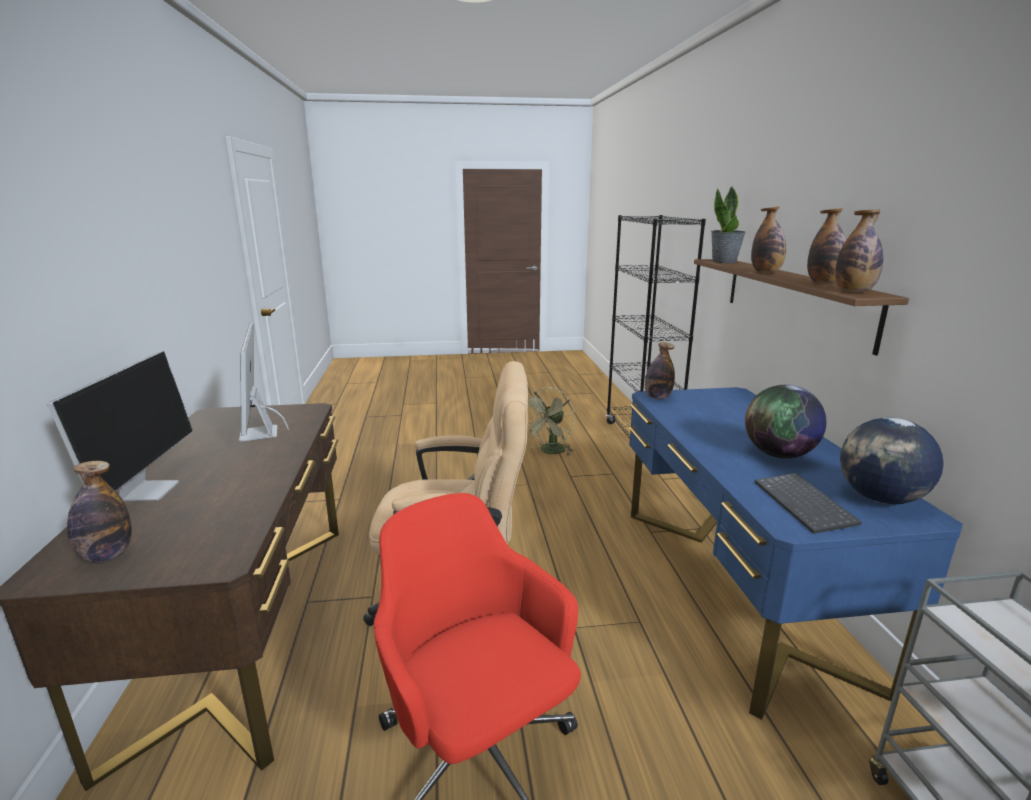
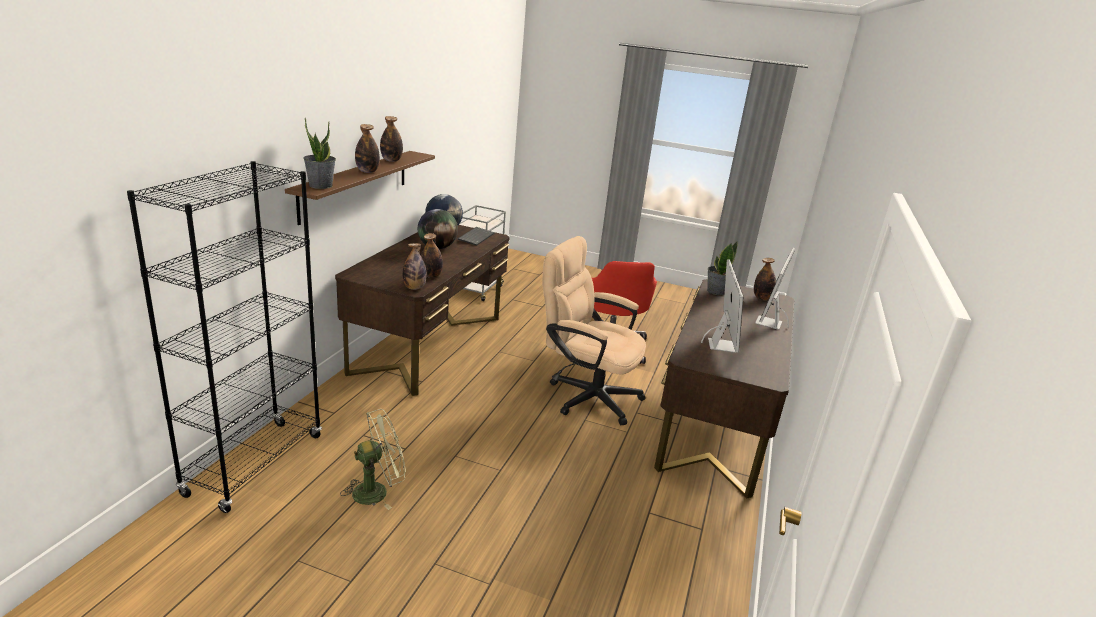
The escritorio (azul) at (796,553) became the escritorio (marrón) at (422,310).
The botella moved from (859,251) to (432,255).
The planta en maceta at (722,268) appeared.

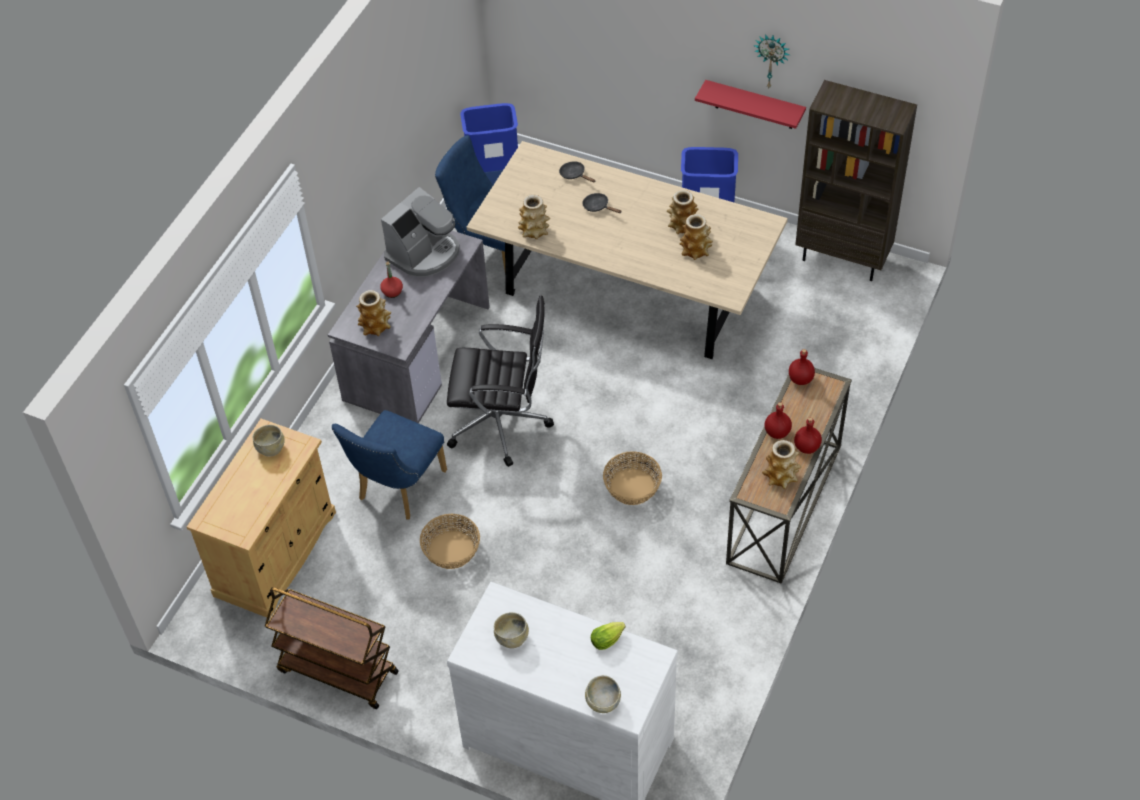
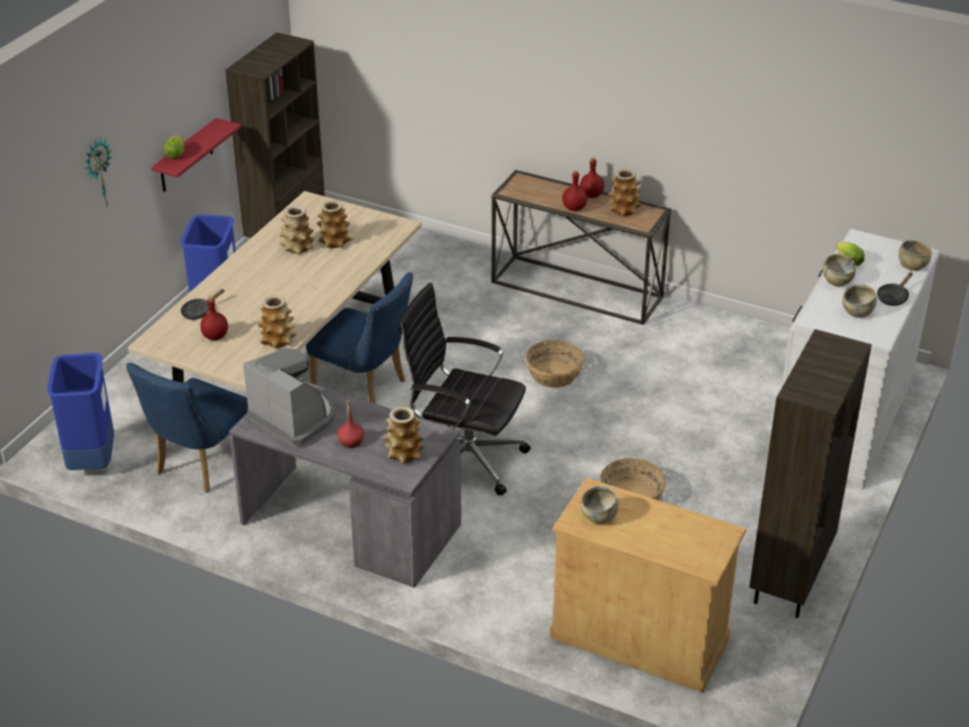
The reloj de pared moved from (771,61) to (98,173).
The lechuga at (173,147) appeared.
The botella (rojo) moved from (802,367) to (214,318).
The silla (azul) moved from (389,464) to (359,338).
The silla de oficina (negro) at (500,381) turned 75 degrees counterclockwise.
The carrito (marrón) at (332,648) was replaced by the estantería (marrón) at (810,473).
The cuenco (beis) at (839,269) appeared.
The sartén (negro) moved from (602,203) to (895,289).

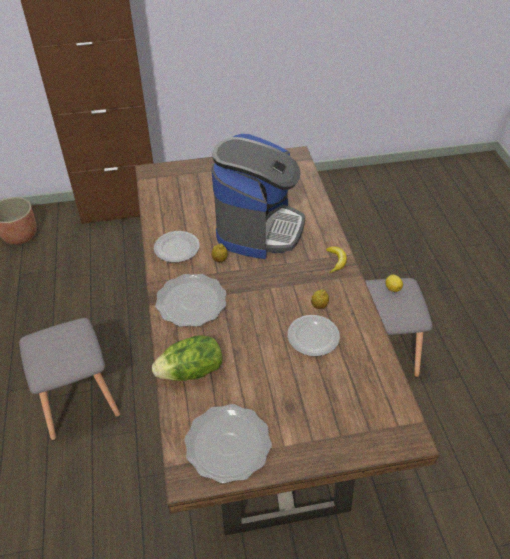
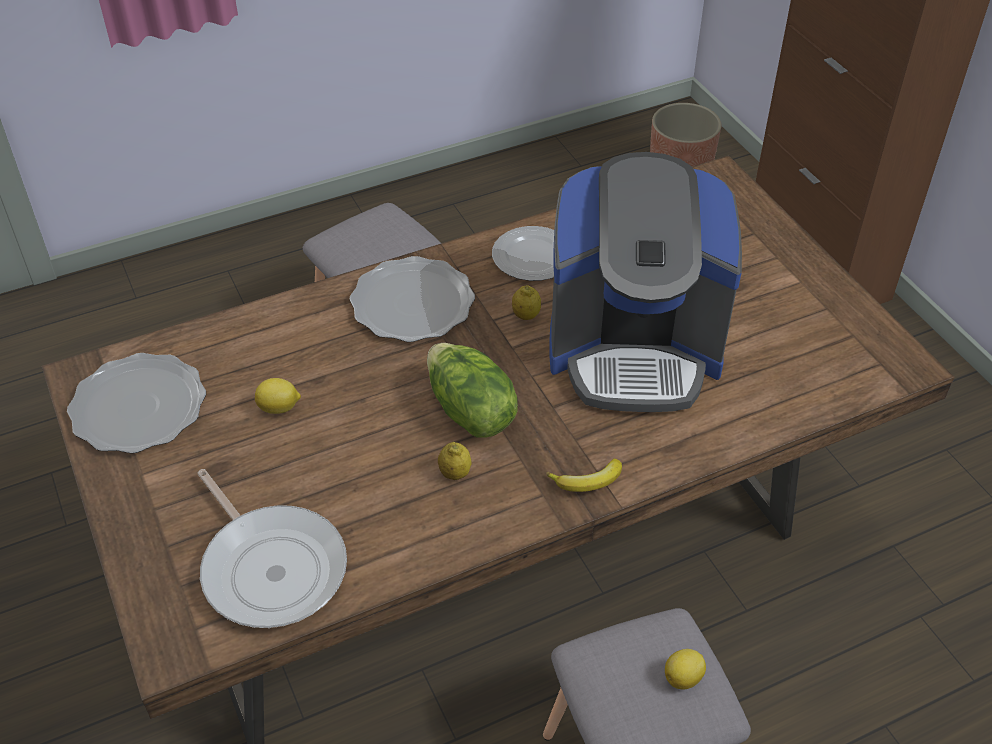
The sartén at (272,548) appeared.
The limón at (278,396) appeared.
The lechuga moved from (187,358) to (472,390).
The plato at (314,335) disappeared.

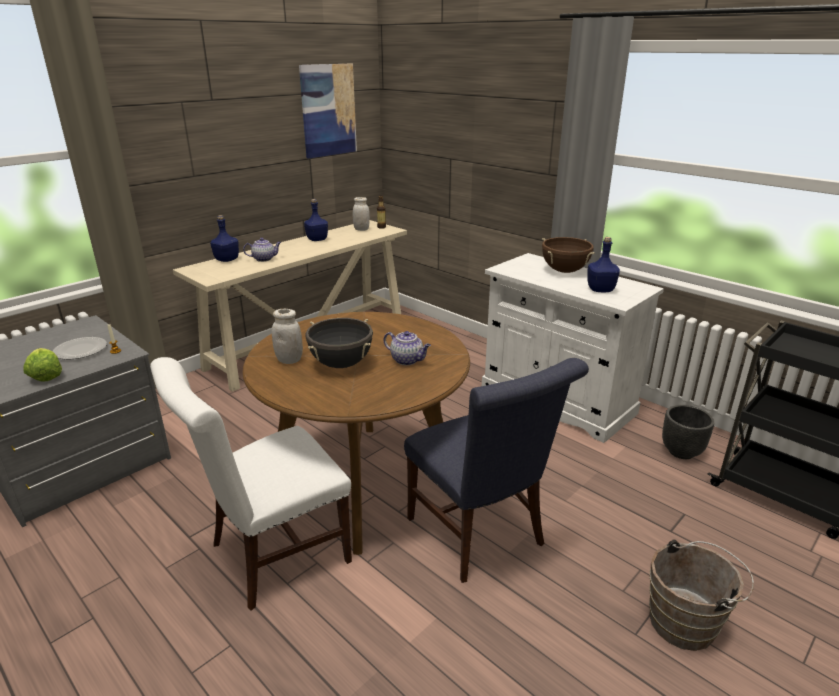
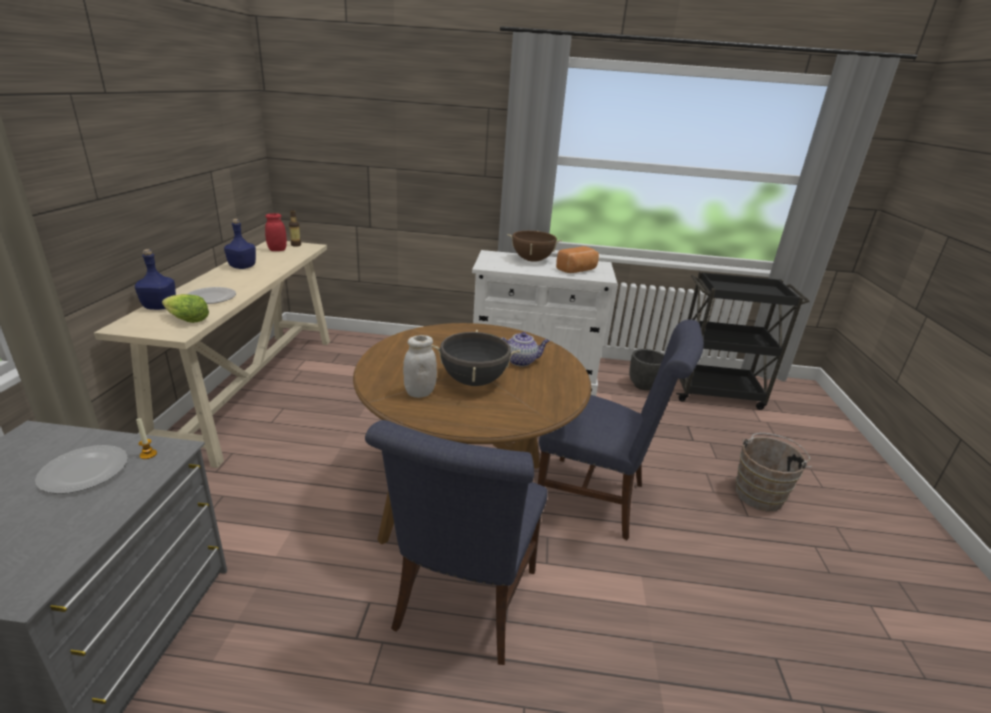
The lechuga moved from (43,365) to (185,308).
The tetera at (262,250) was replaced by the plato at (212,295).
The tarro (blanco) at (361,214) became the tarro (rojo) at (276,232).
The silla (blanco) at (251,484) became the silla (azul) at (456,542).
The botella (azul) at (603,264) was replaced by the pan at (577,259).
The cuadro at (328,111) disappeared.

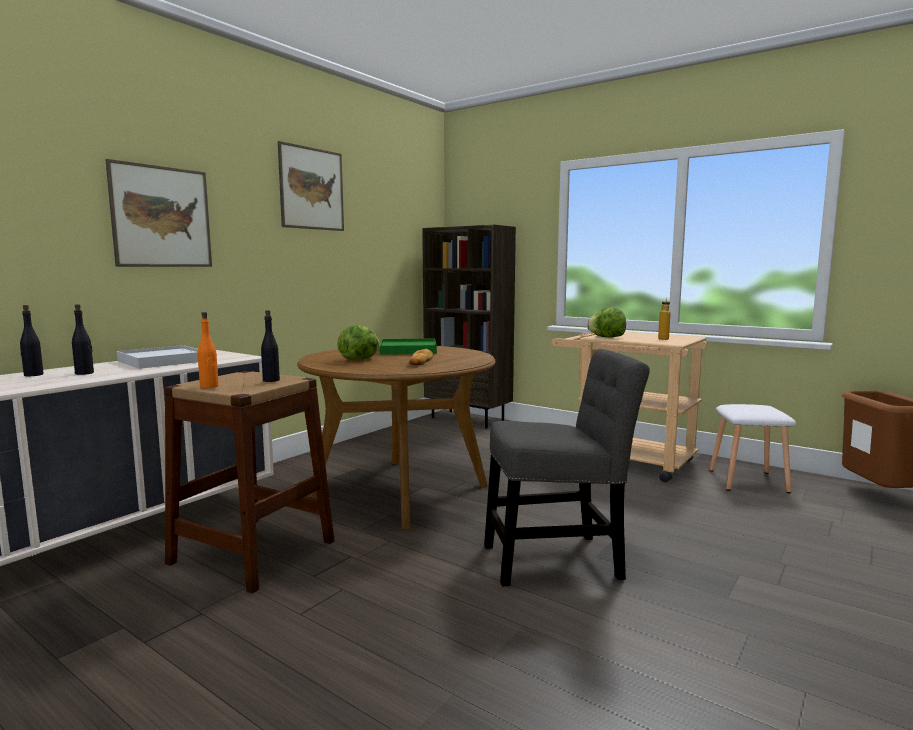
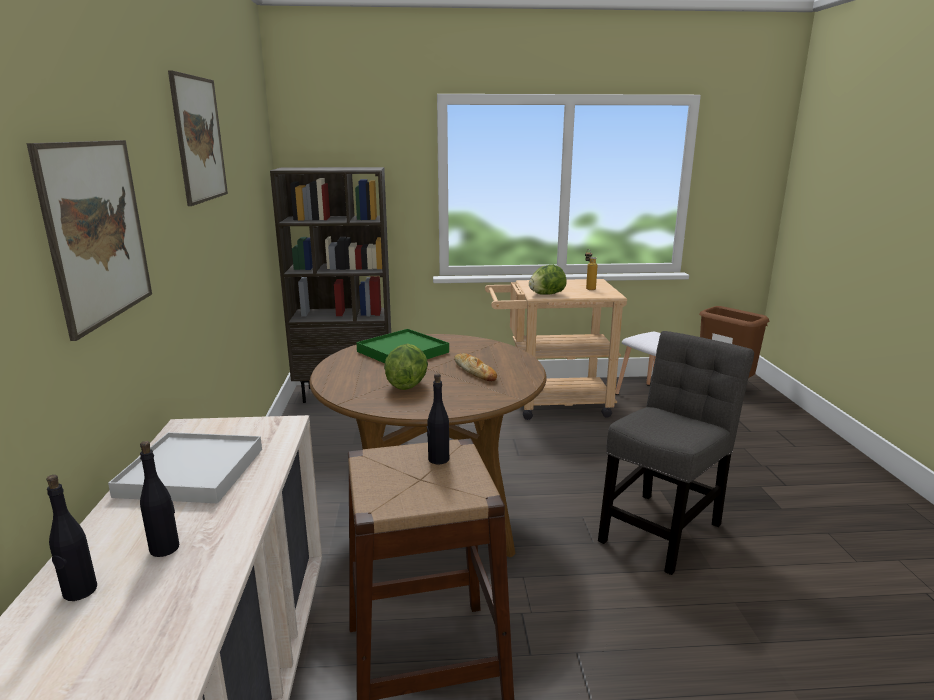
The botella (naranja) at (208,350) disappeared.

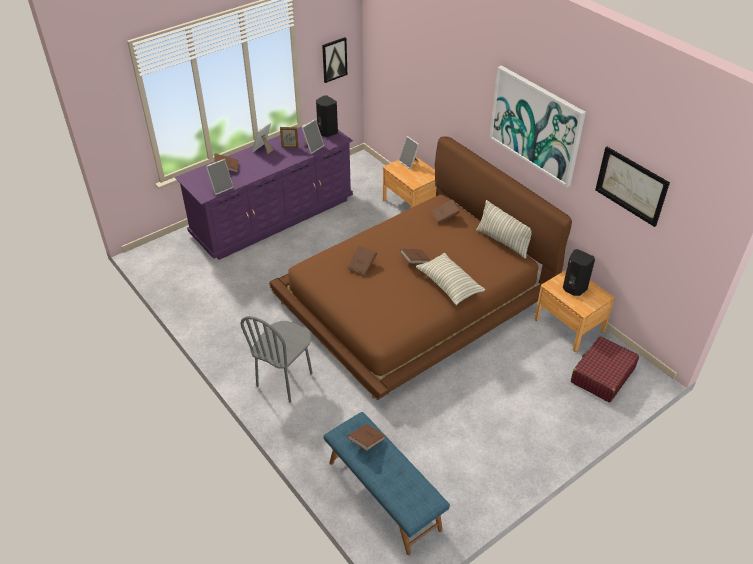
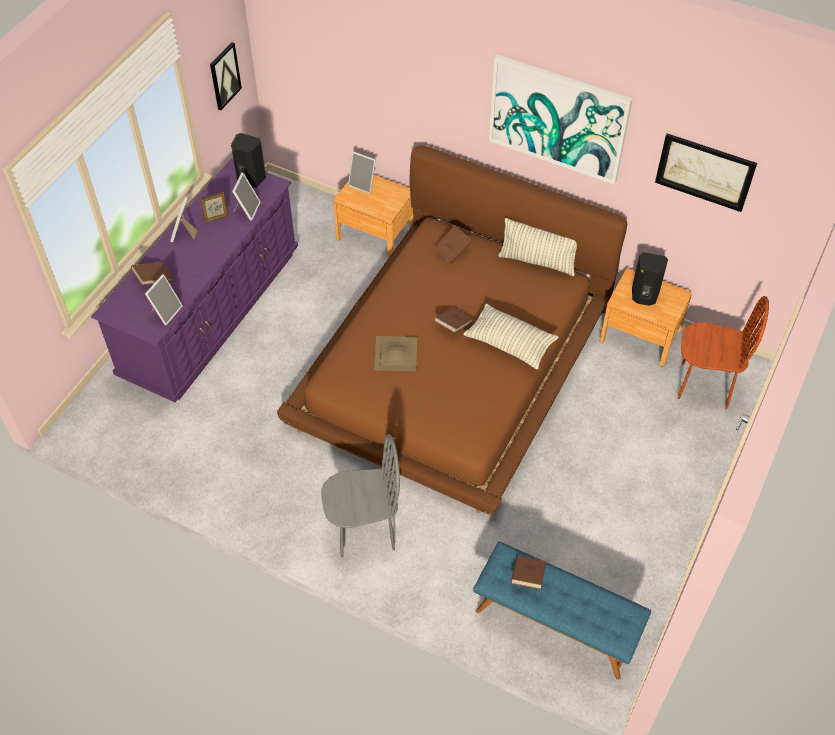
The silla (gris) at (276,359) turned 105 degrees counterclockwise.
The libro (marrón) at (362,260) was replaced by the bandeja (beis) at (395,353).
The maleta (rojo) at (605,369) was replaced by the silla (marrón) at (723,352).

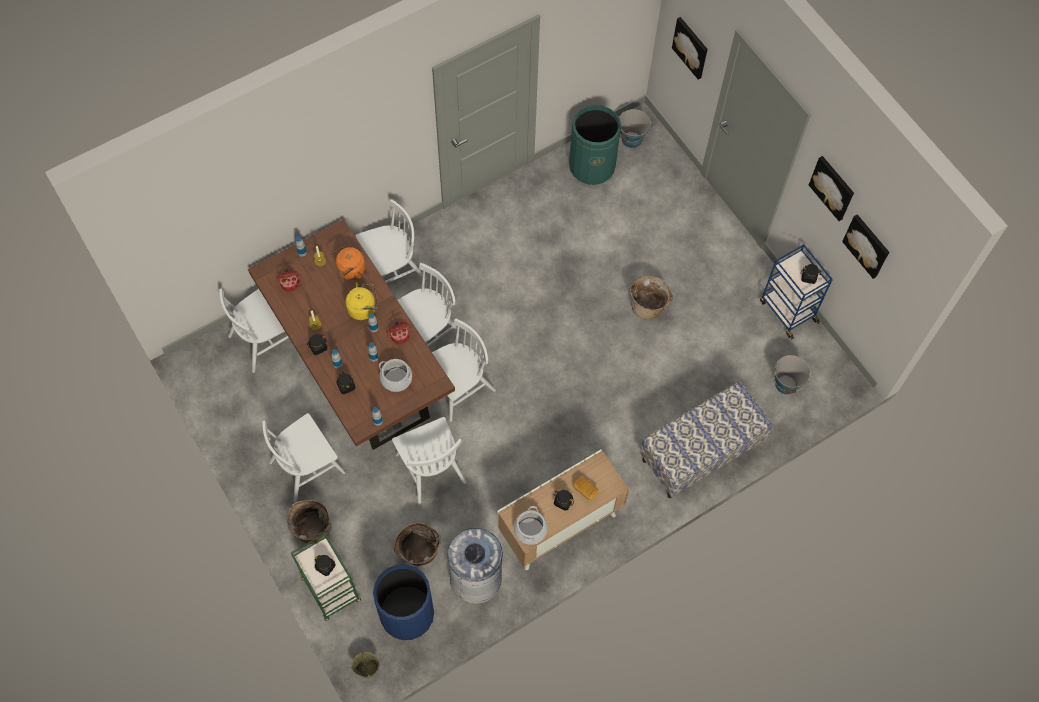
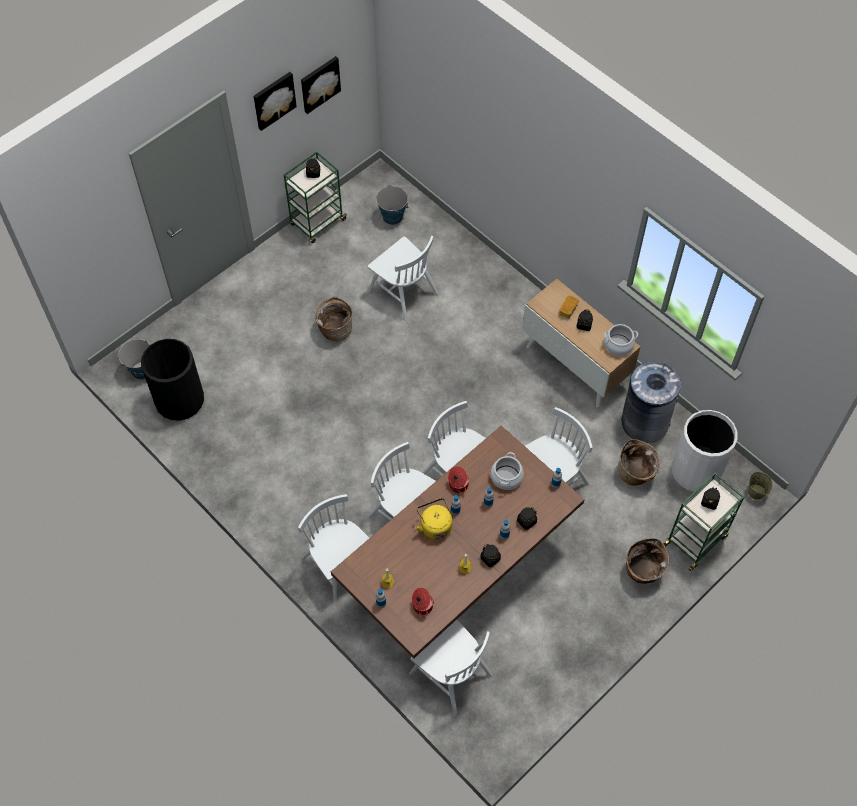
The papelera (verde) at (595,145) became the papelera (negro) at (172,380).
The carrito (azul) at (796,291) became the carrito (verde) at (316,197).
The silla (blanco) moved from (304,458) to (403,278).
The papelera (azul) at (403,602) became the papelera (blanco) at (704,451).
The hervidor (naranja) at (347,263) disappeared.
The banco at (706,440) disappeared.
The cuadro at (690,48) disappeared.

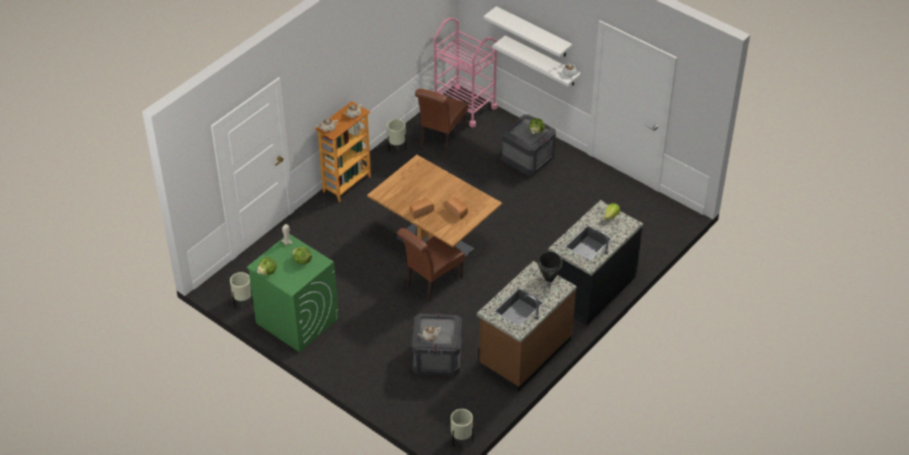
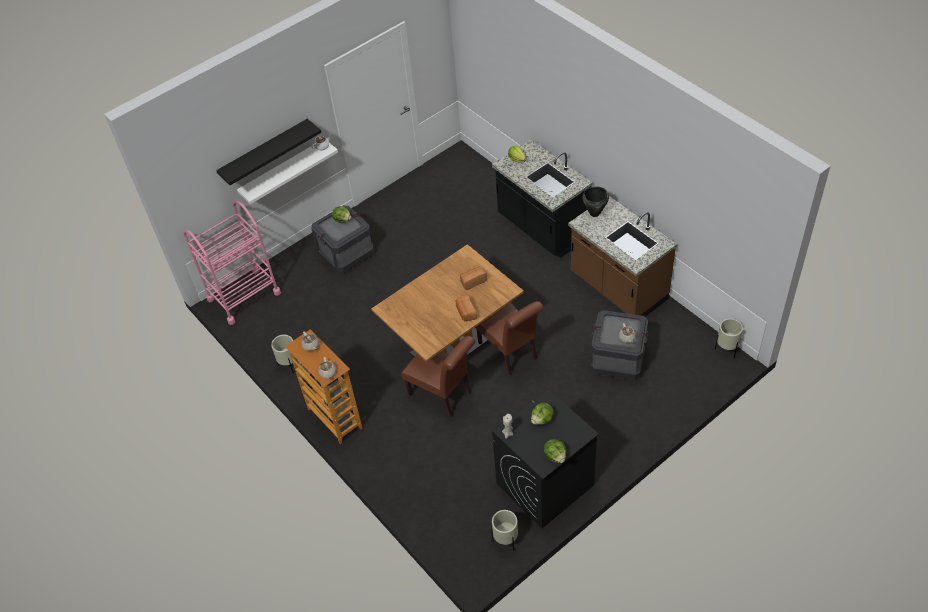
The estante (blanco) at (527,31) became the estante (negro) at (268,152).
The silla (marrón) moved from (441,121) to (438,376).
The lavadora (verde) at (293,293) became the lavadora (negro) at (545,458).

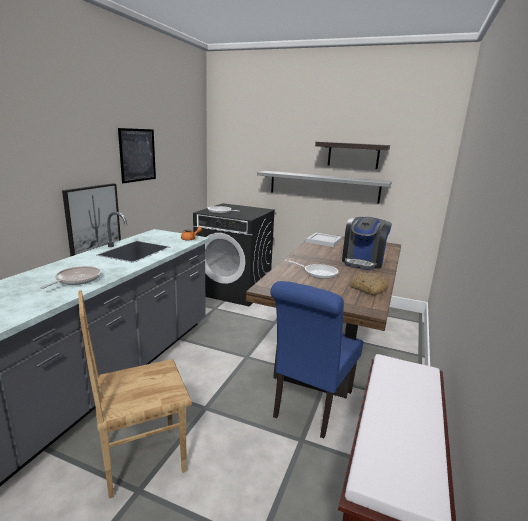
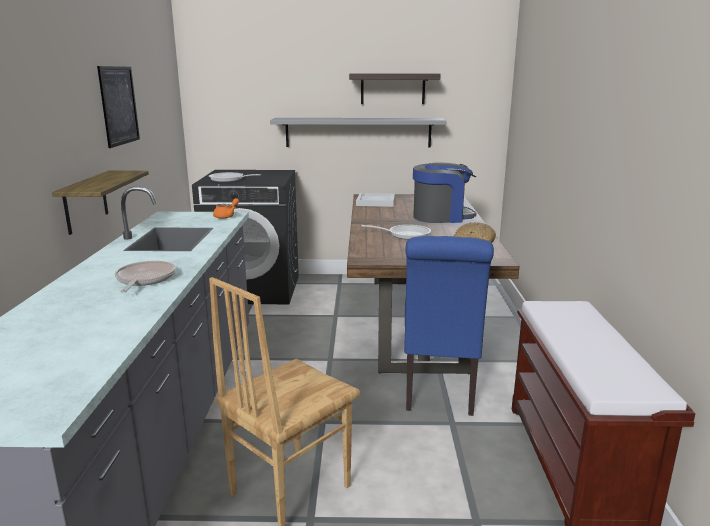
The cuadro at (91,219) was replaced by the estante at (100,203).
The cafetera at (367,243) turned 105 degrees counterclockwise.

